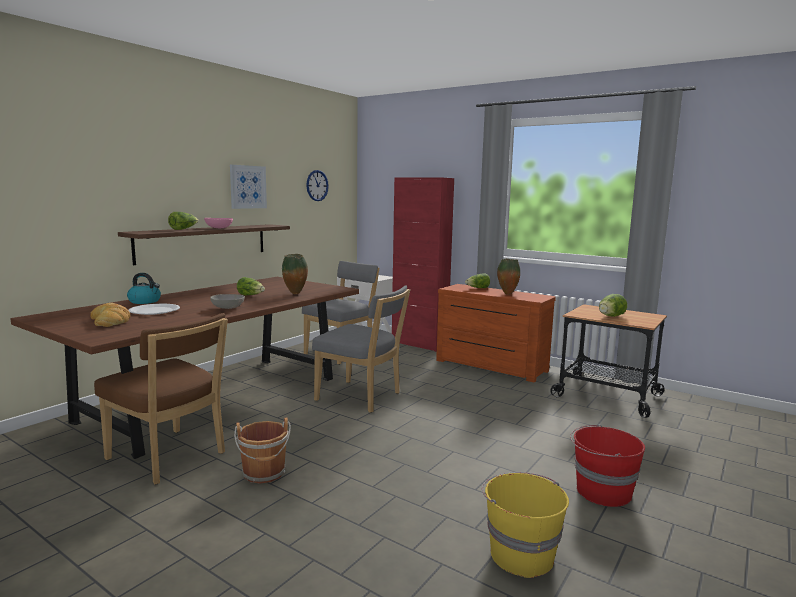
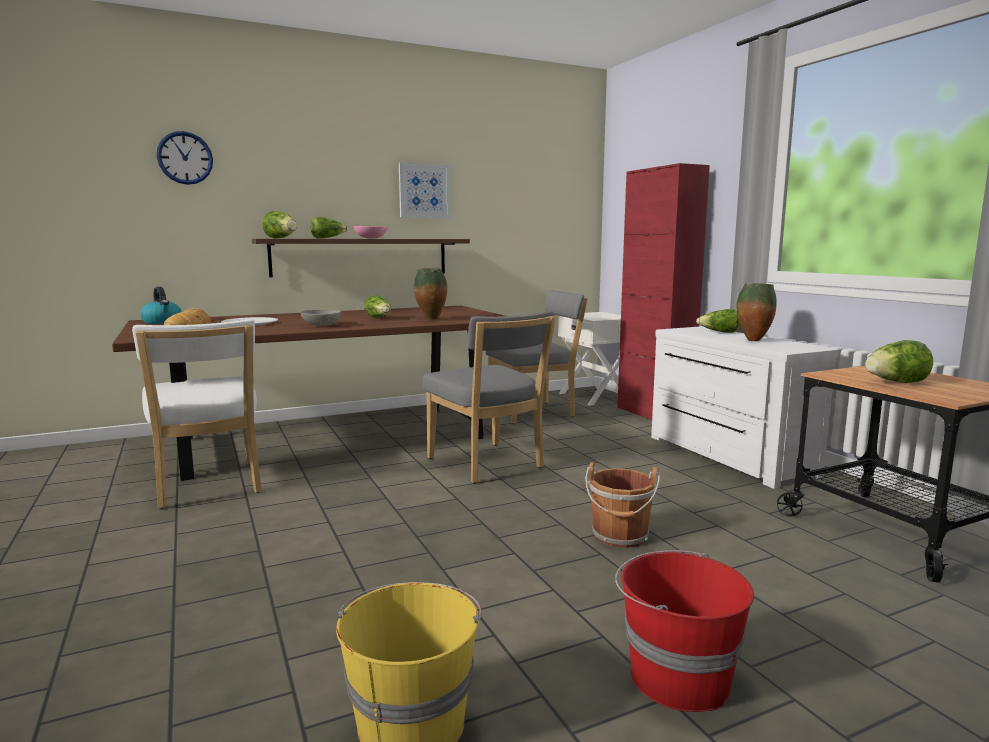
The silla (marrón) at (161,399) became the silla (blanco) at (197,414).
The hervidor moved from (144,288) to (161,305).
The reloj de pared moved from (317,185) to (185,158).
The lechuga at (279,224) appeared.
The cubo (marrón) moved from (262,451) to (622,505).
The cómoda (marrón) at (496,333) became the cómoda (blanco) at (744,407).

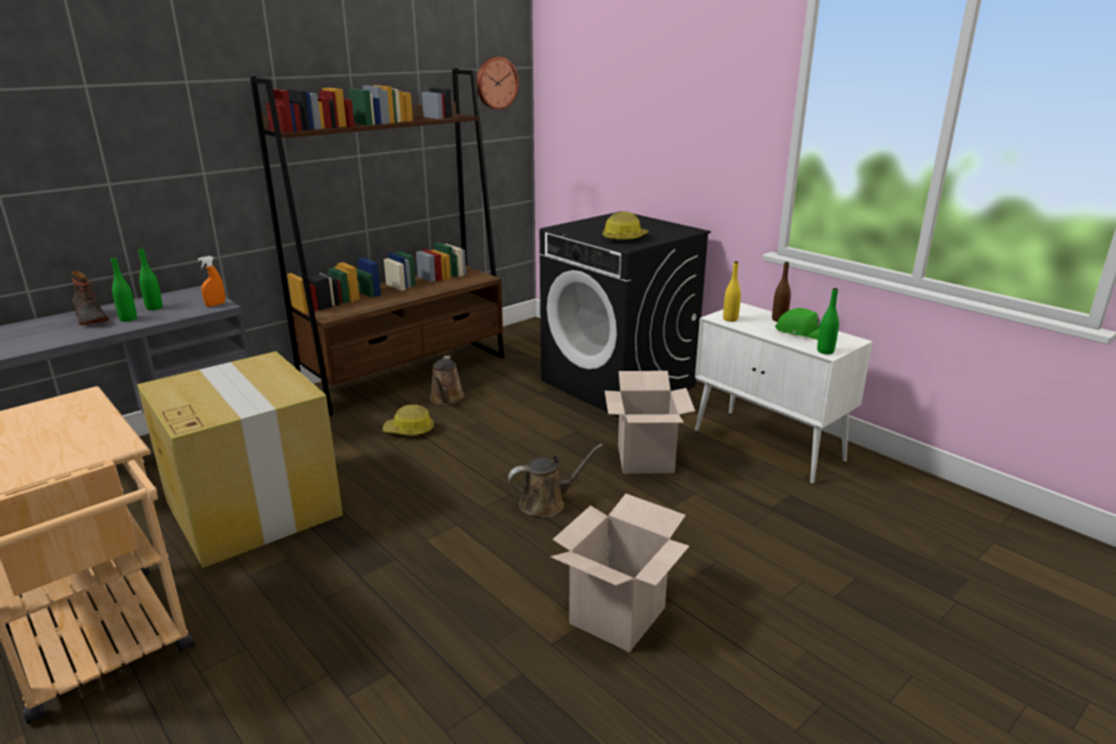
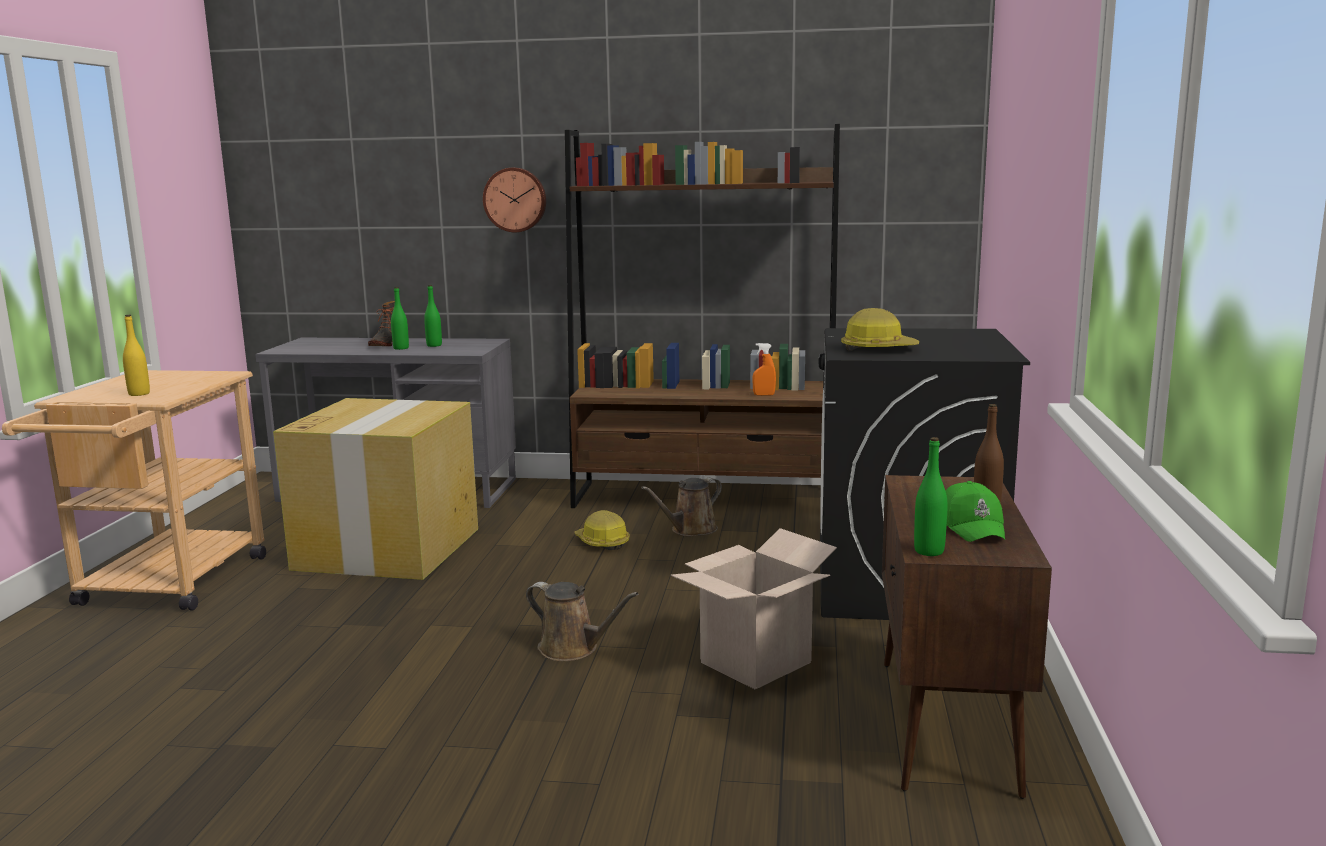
The botella (amarillo) moved from (732,291) to (136,355).
The reloj de pared moved from (497,83) to (514,199).
The pulverizador (naranja) moved from (211,281) to (764,369).
The armario (blanco) at (784,393) became the armario (marrón) at (967,637).
The caja de cartón at (620,573) disappeared.

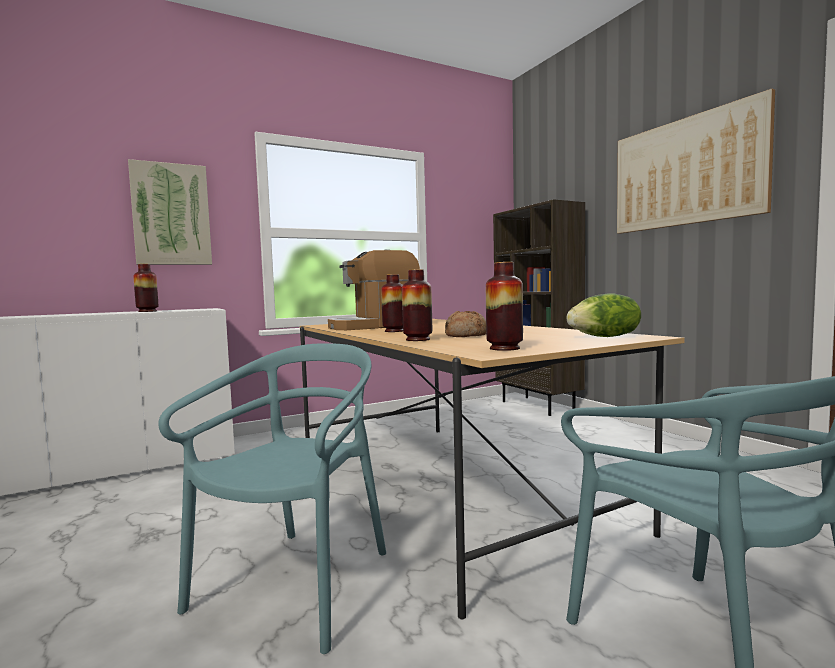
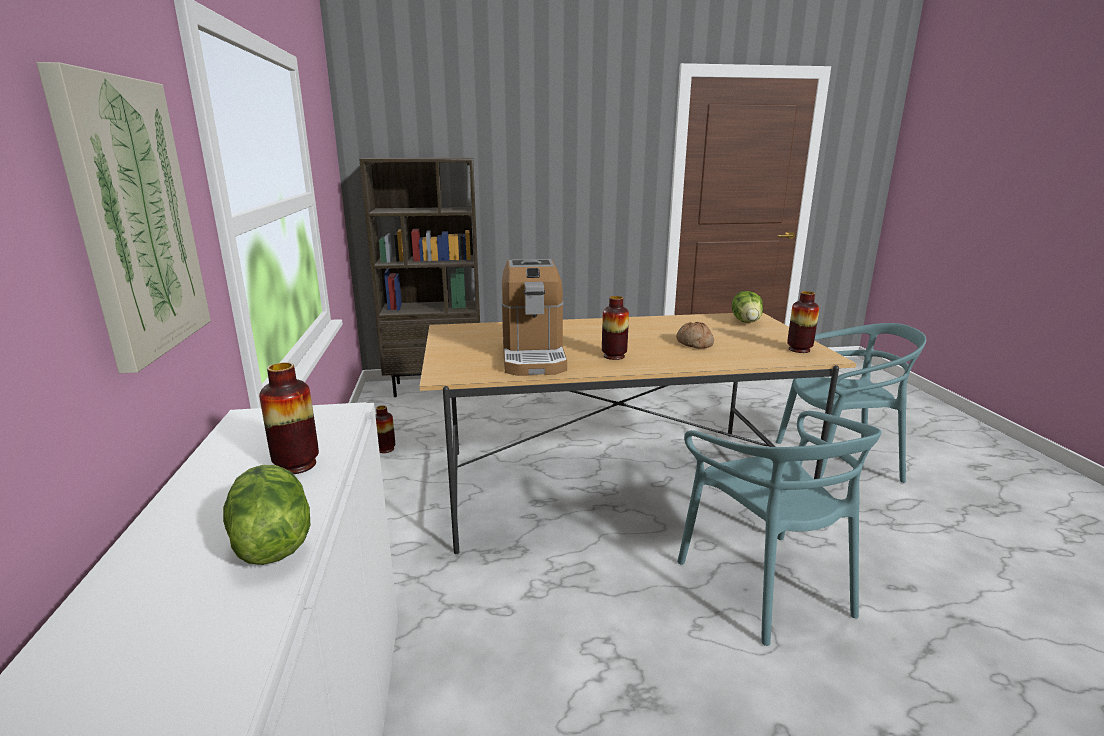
The lechuga at (267,515) appeared.
The florero moved from (417,305) to (385,429).
The silla (turquesa) at (272,498) turned 150 degrees counterclockwise.
The cuadro at (696,161) disappeared.

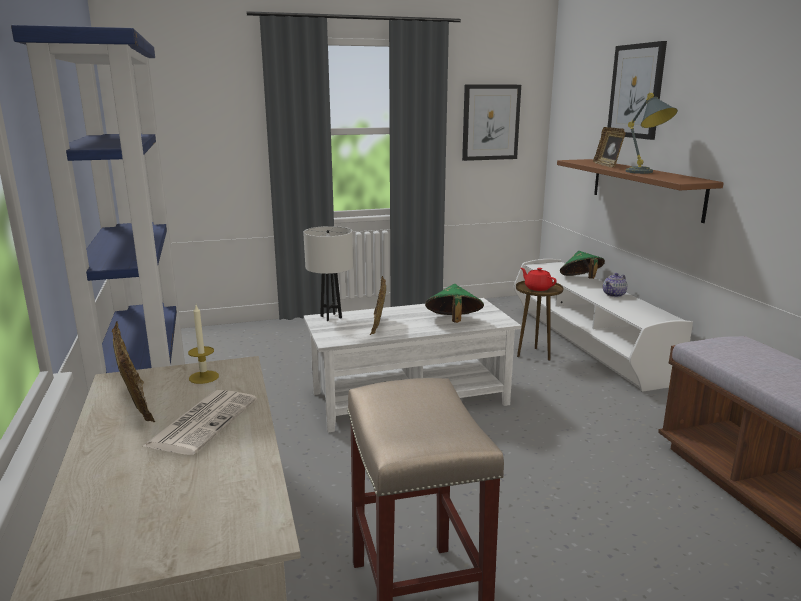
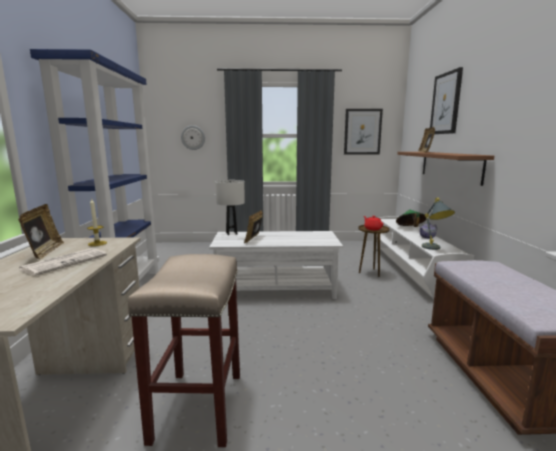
The reloj de pared at (193,137) appeared.
The lámpara de mesa (gris) moved from (652,133) to (438,224).
The sombrero (verde) at (454,303) disappeared.

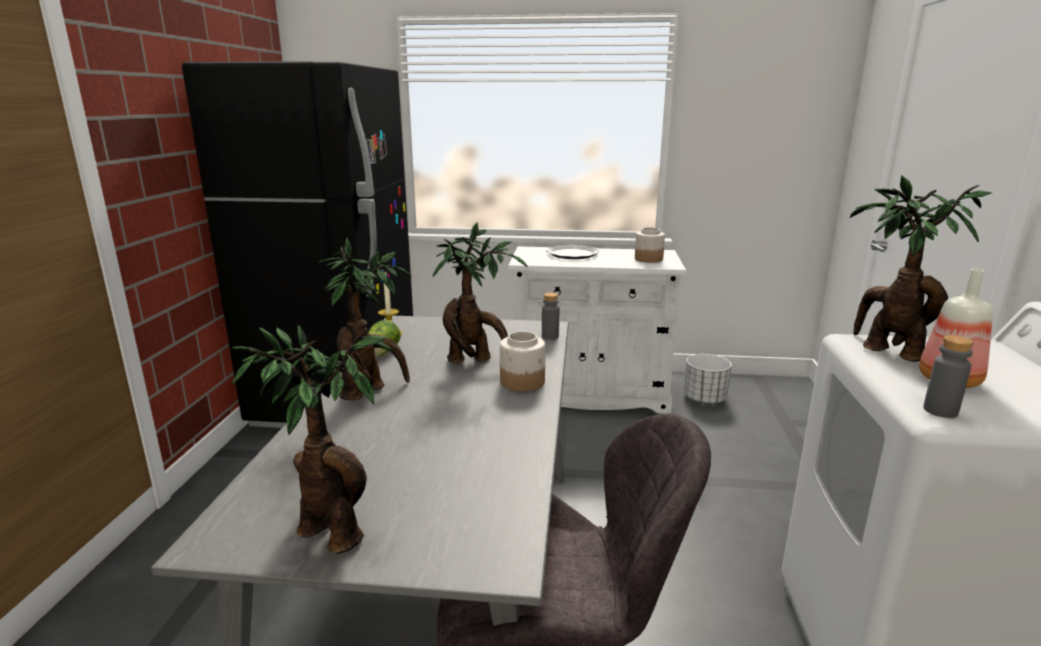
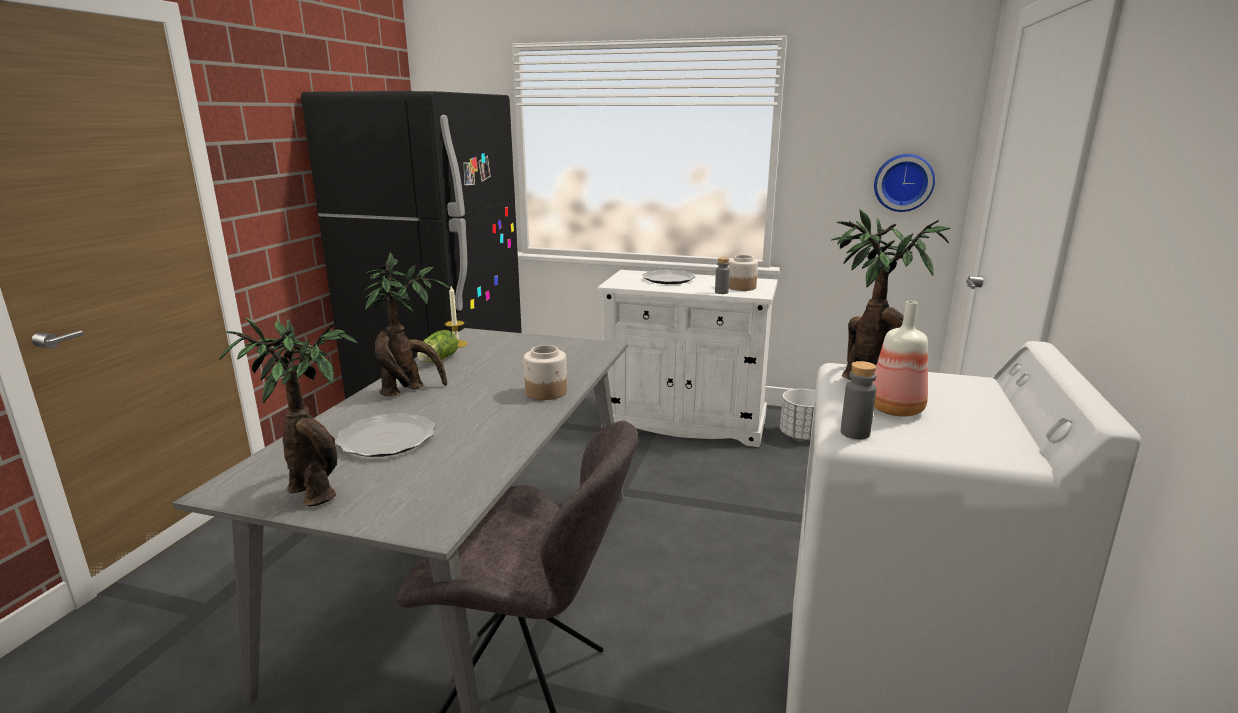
The plato at (385,435) appeared.
The botella (gris) moved from (550,316) to (722,275).
The reloj de pared at (904,183) appeared.
The planta en maceta at (480,293) disappeared.

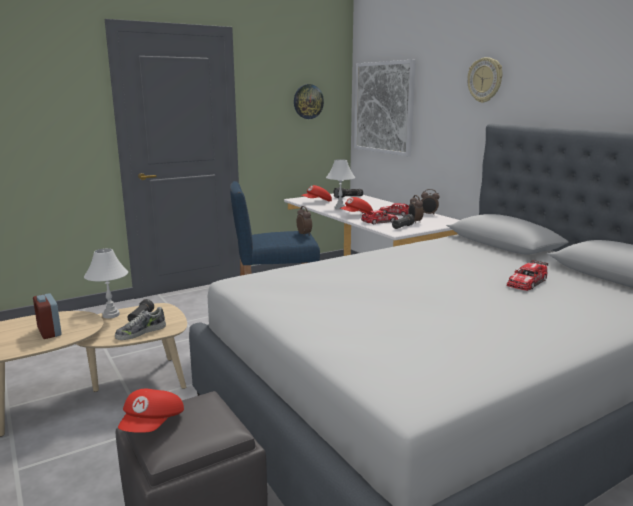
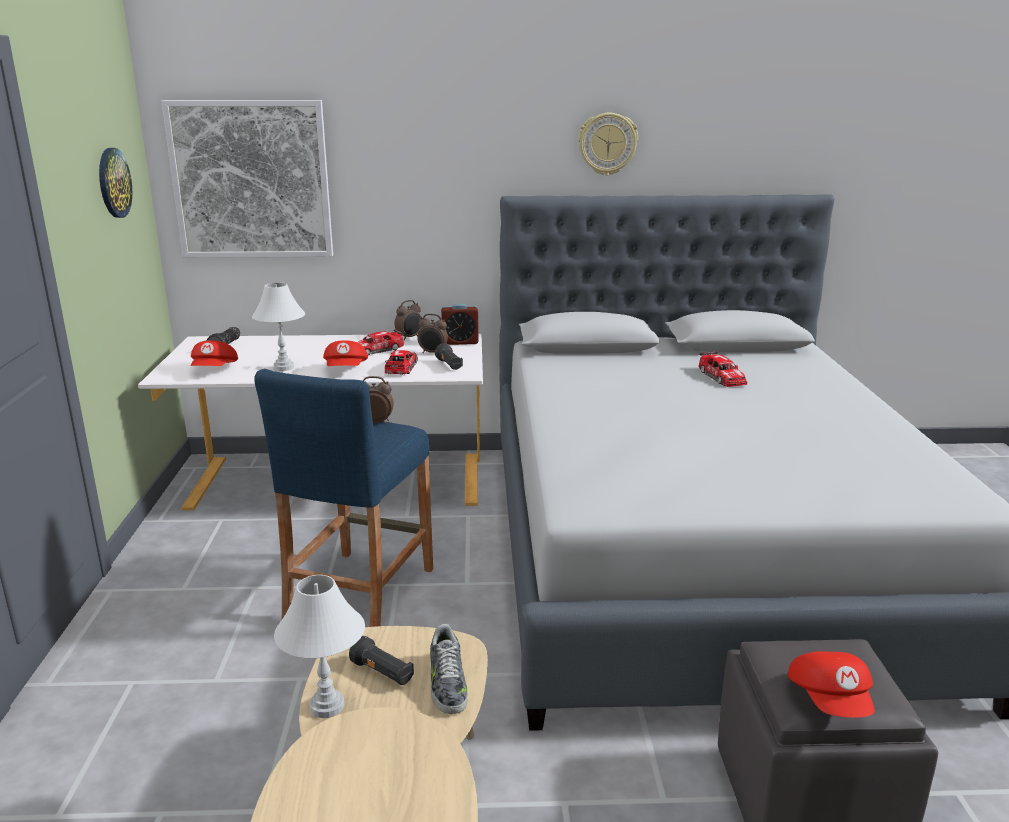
The despertador moved from (47,316) to (460,324).
The reloj de pared moved from (485,80) to (608,144).
The gorra (rojo) at (151,411) turned 45 degrees clockwise.

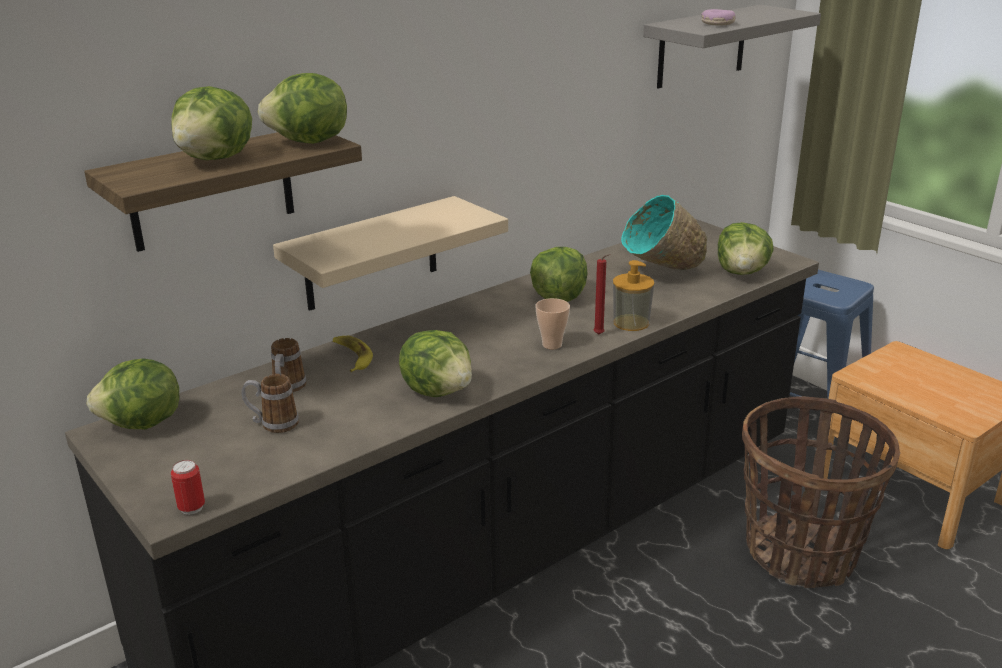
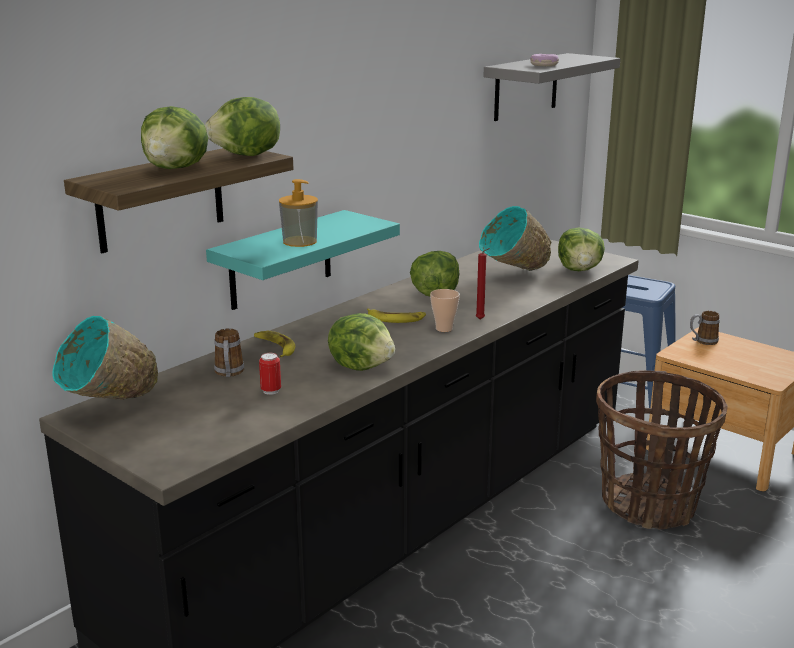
The lechuga at (133,393) was replaced by the cuenco (turquesa) at (105,358).
The estante (beis) at (390,253) became the estante (turquesa) at (303,260).
The lata moved from (188,487) to (270,374).
The dispensador de jabón moved from (633,295) to (298,213).
The plátano at (396,315) appeared.
The taza grande moved from (270,403) to (705,328).

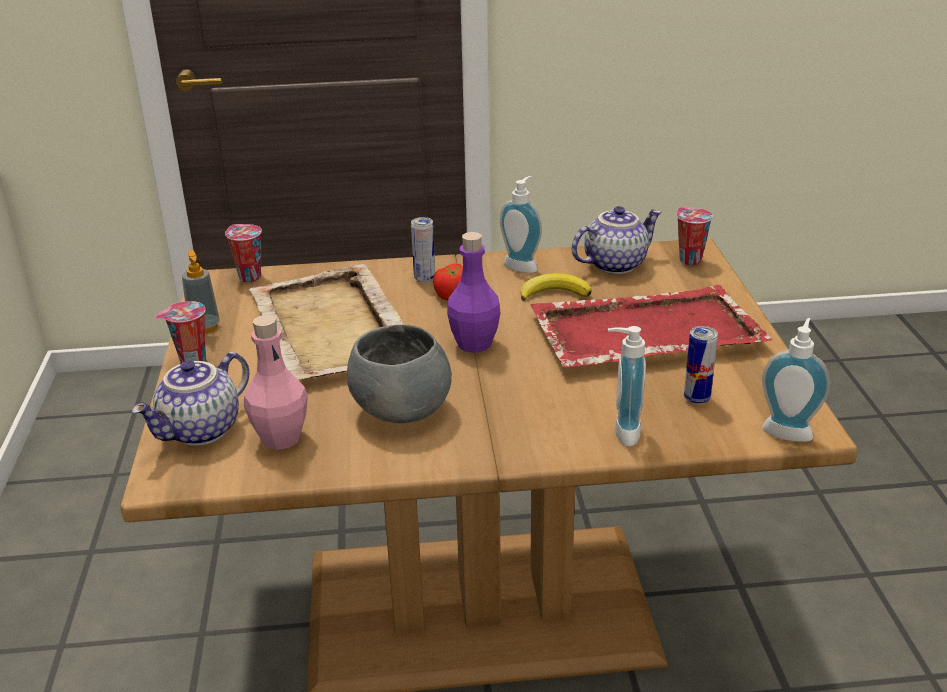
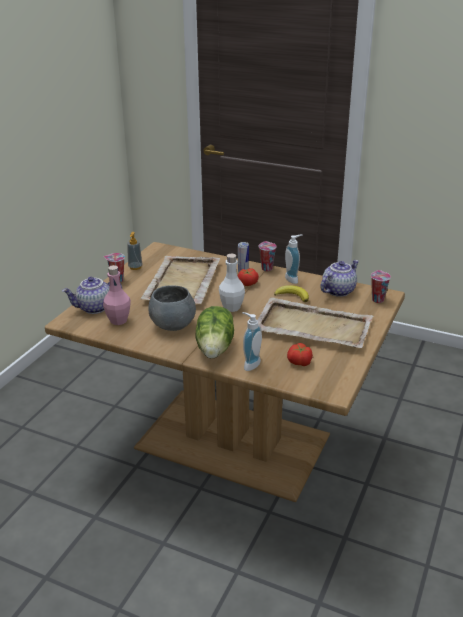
The lechuga at (215,332) appeared.
The botella (morado) at (474,292) became the botella (blanco) at (232,283).
The bandeja (rojo) at (651,326) became the bandeja (beis) at (315,322).
The taza moved from (243,253) to (268,256).
The lata at (701,365) was replaced by the tomate at (300,354).
The tetera at (617,240) turned 45 degrees counterclockwise.
The dispensador de jabón at (796,380) disappeared.

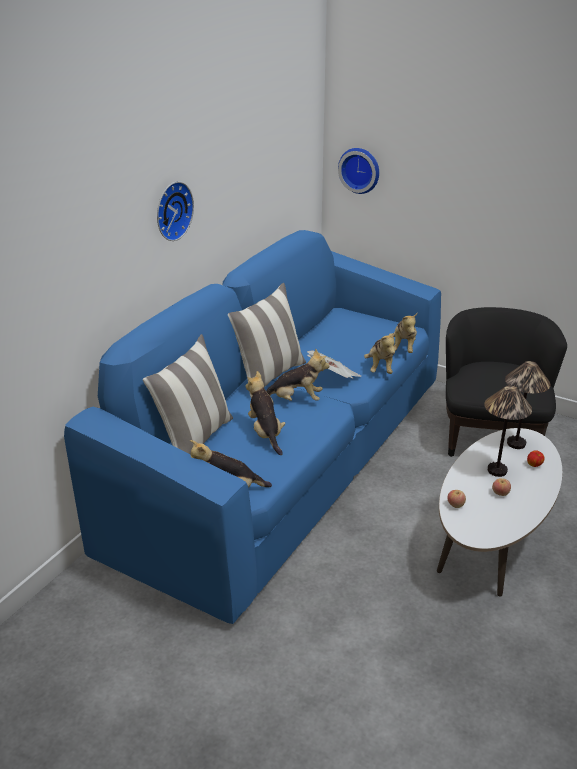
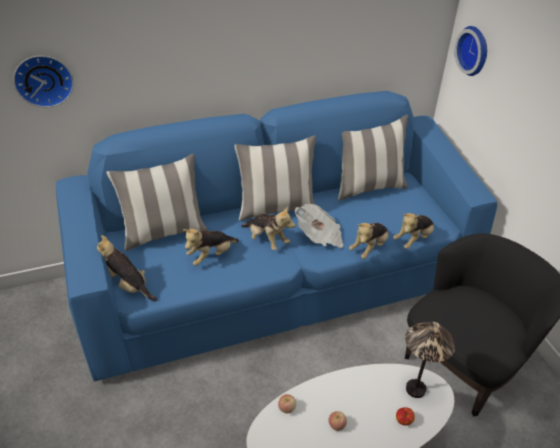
The reloj de pared moved from (175,211) to (43,81).
The peluche at (265,413) turned 150 degrees counterclockwise.
The cojín at (373,158) appeared.
The lámpara de mesa at (508,431) disappeared.

